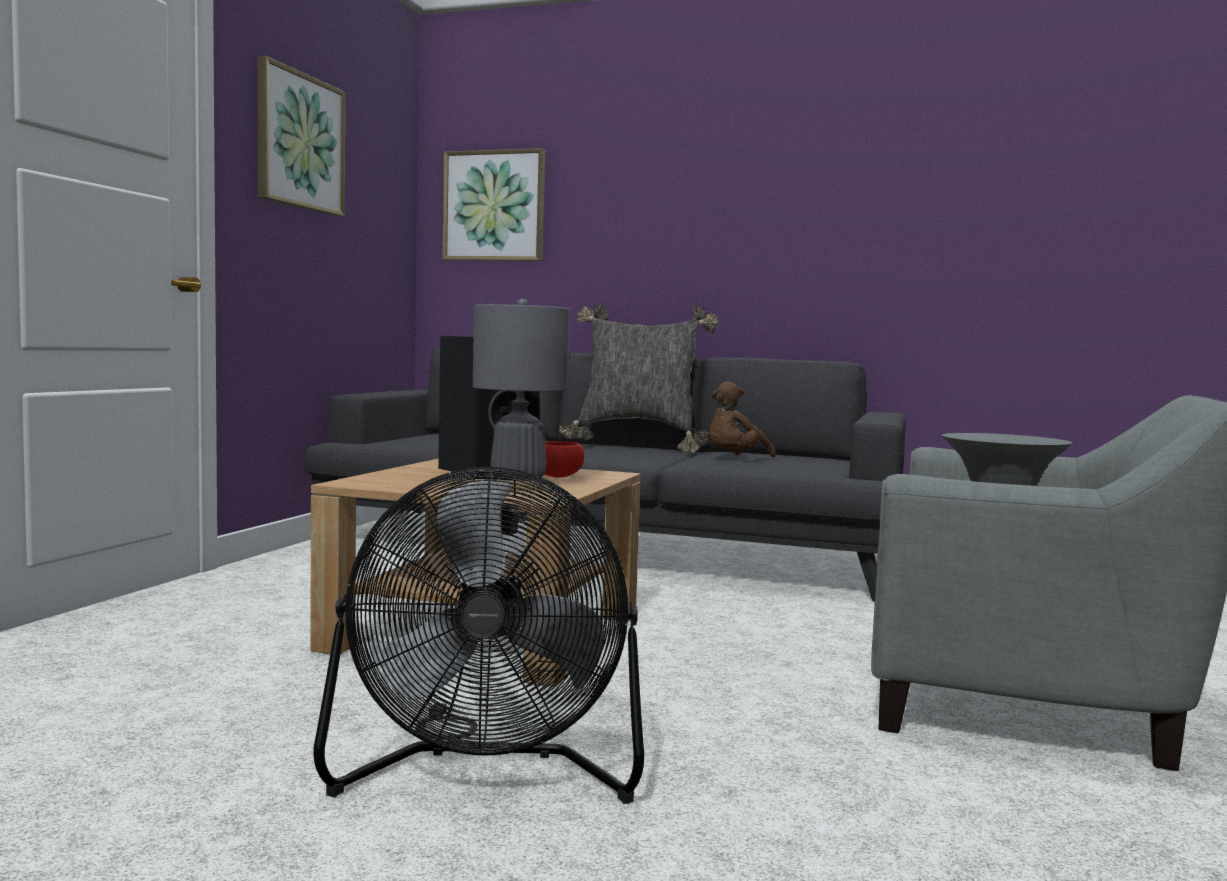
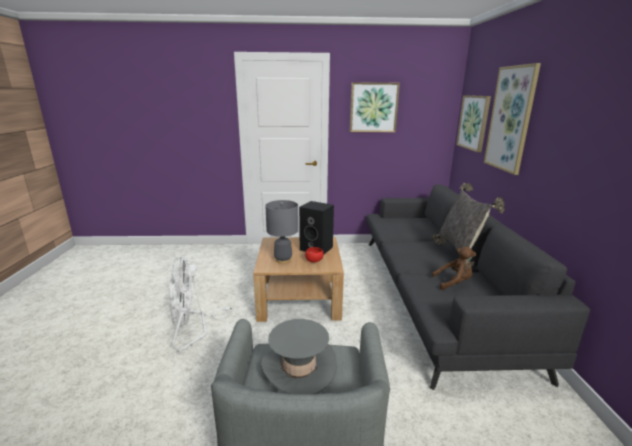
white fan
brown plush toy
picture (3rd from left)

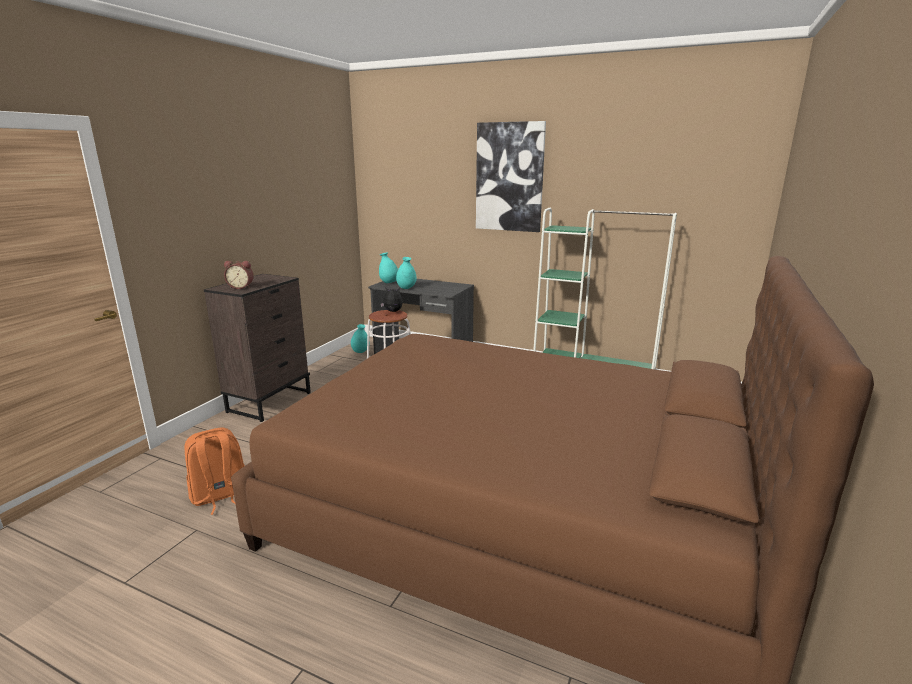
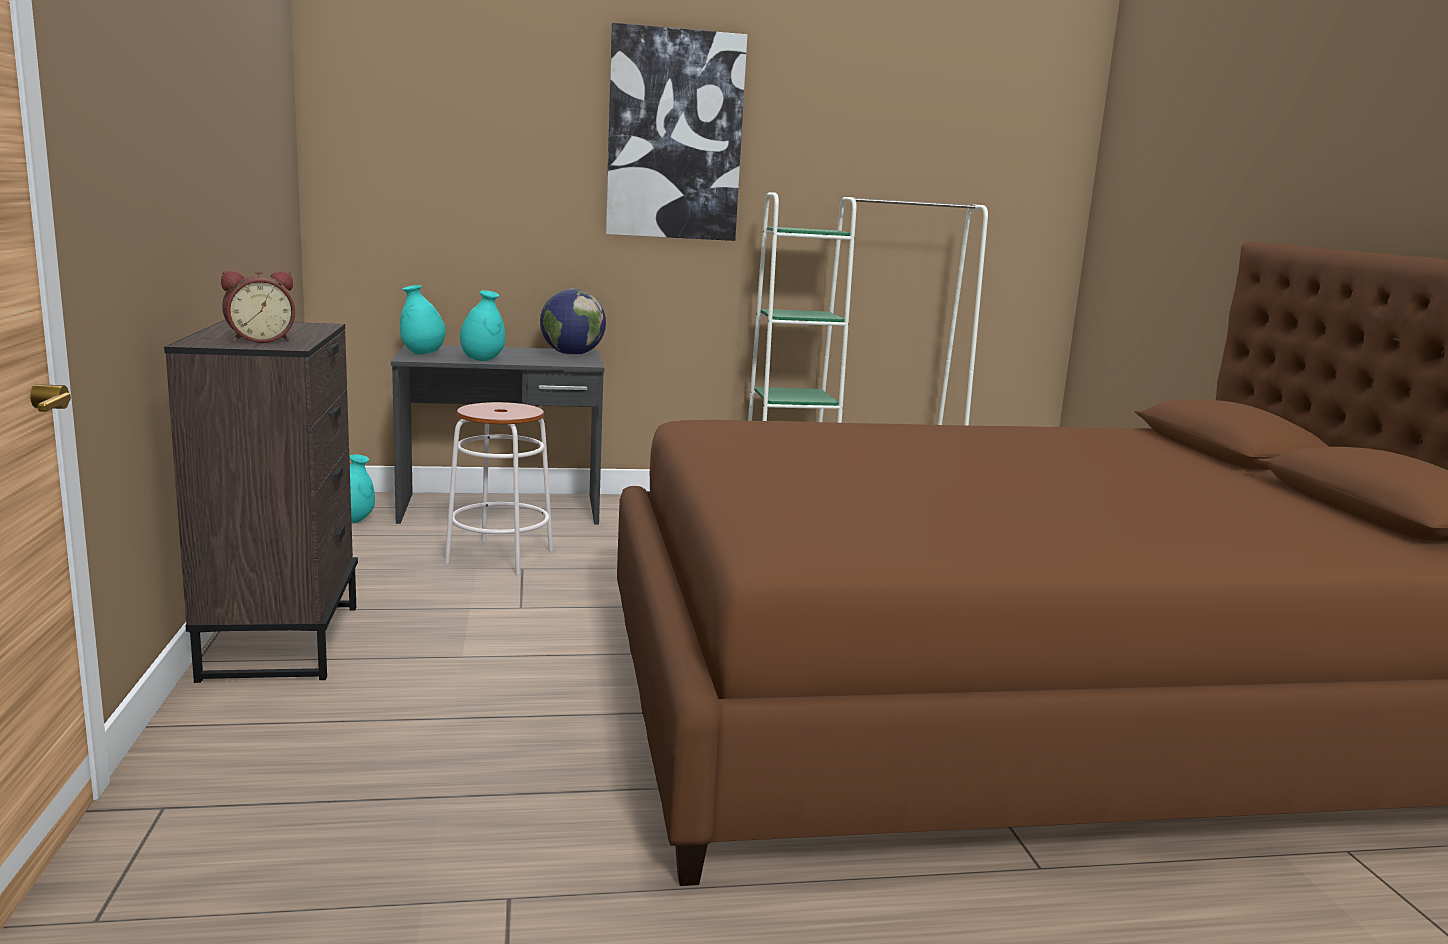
globe
orange backpack
plush toy

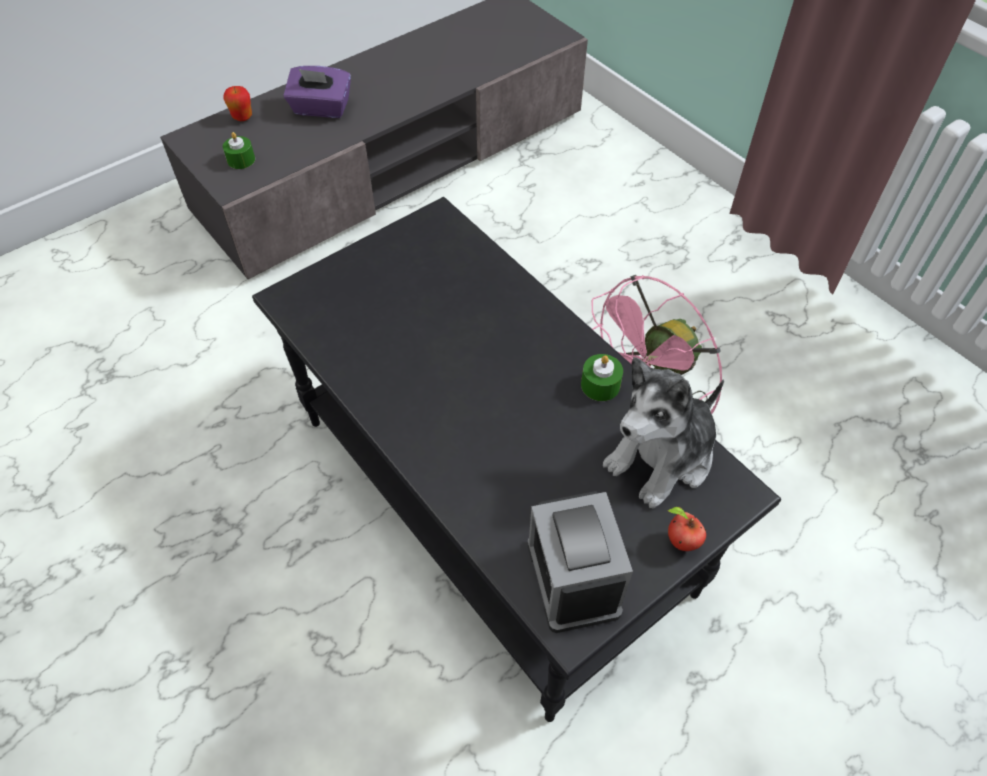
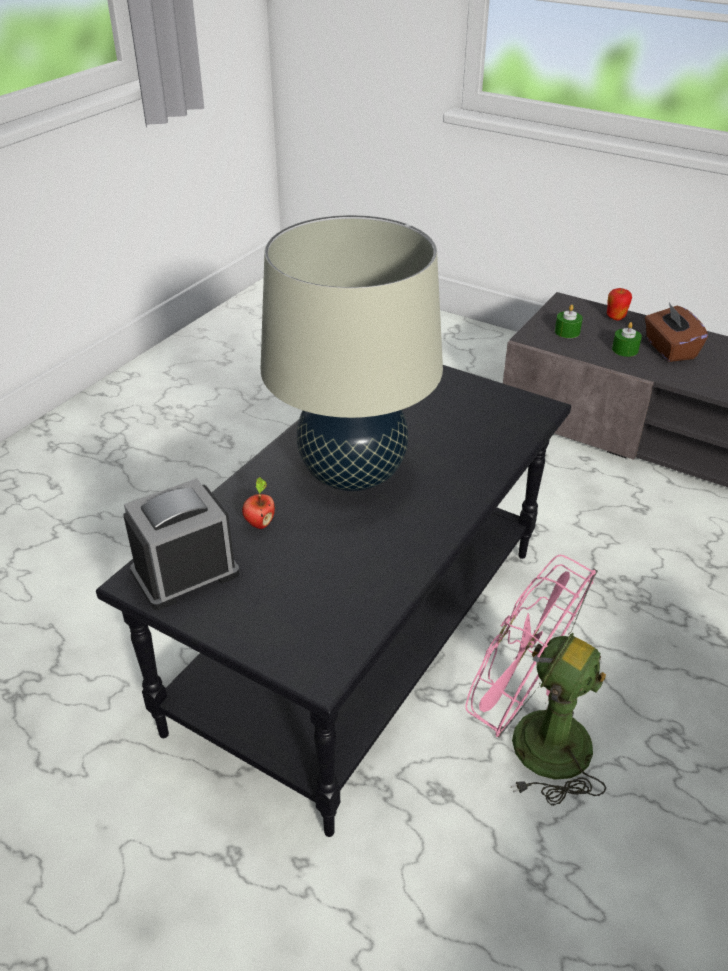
apple (1st from left)
beige table lamp
green candle (2nd from left)
brown tissue box
plush toy

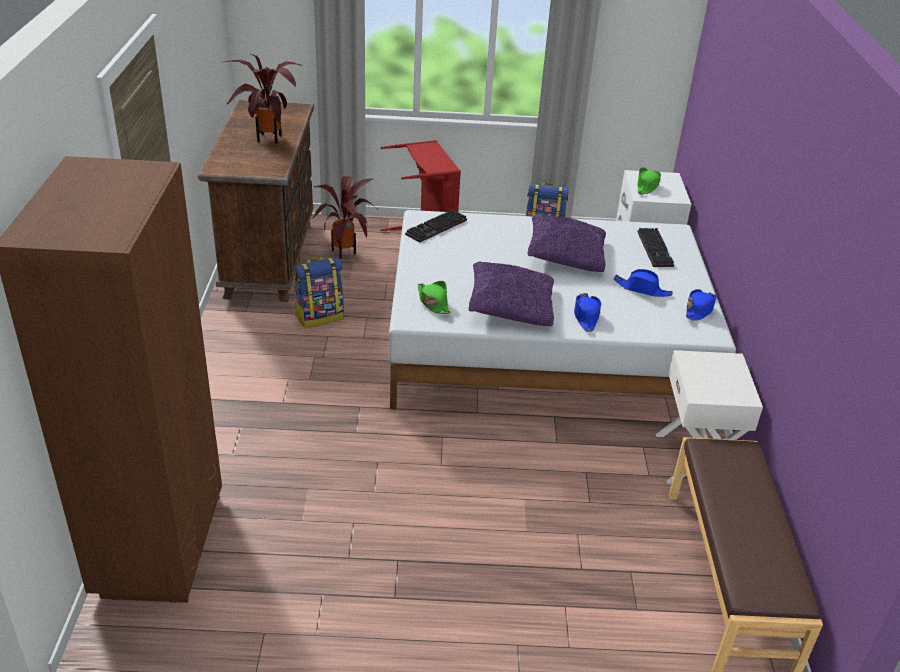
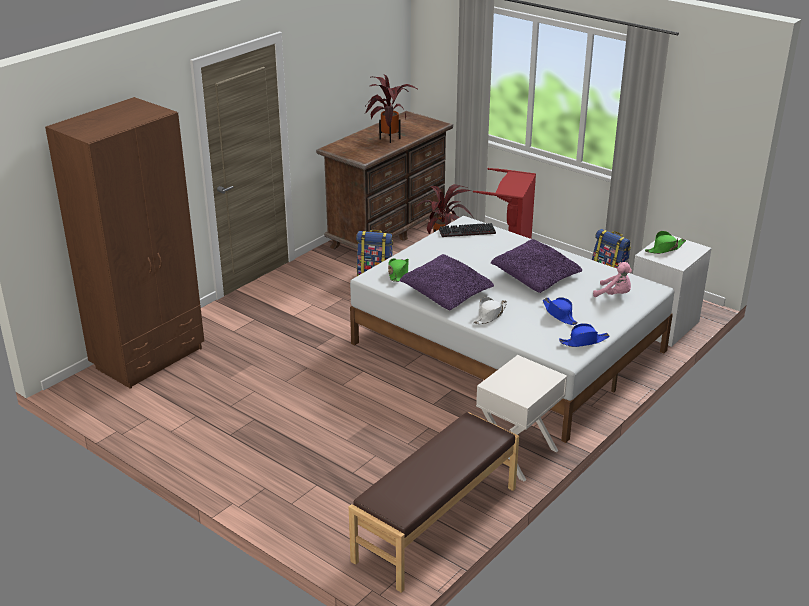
white hat
pink plush toy

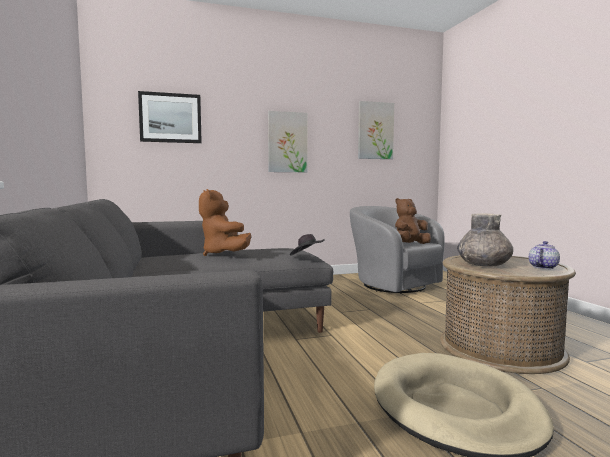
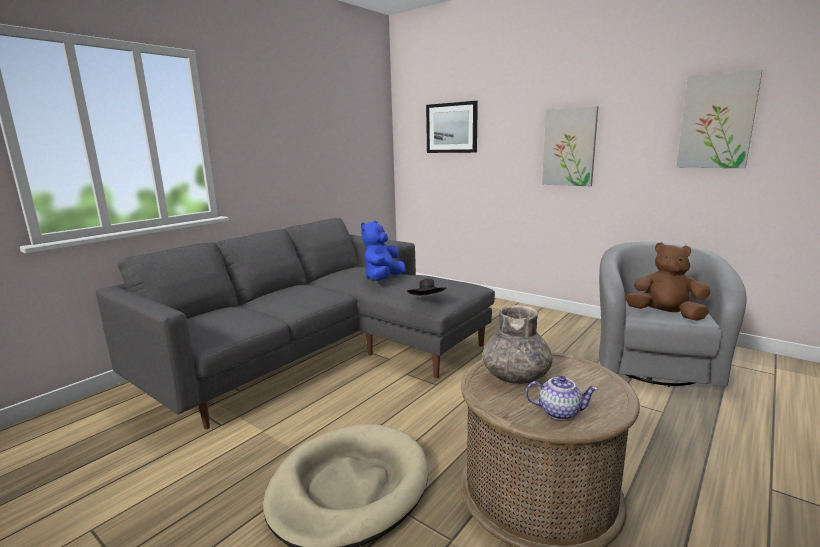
blue plush toy

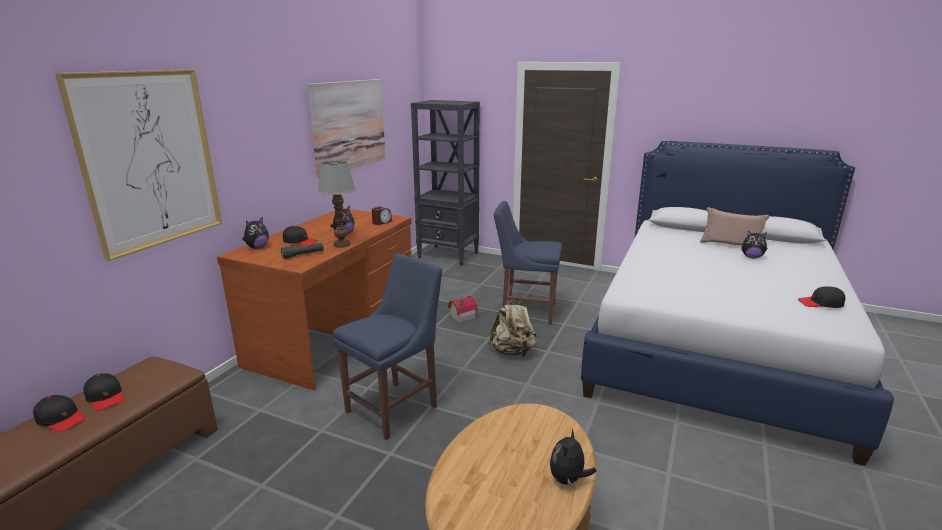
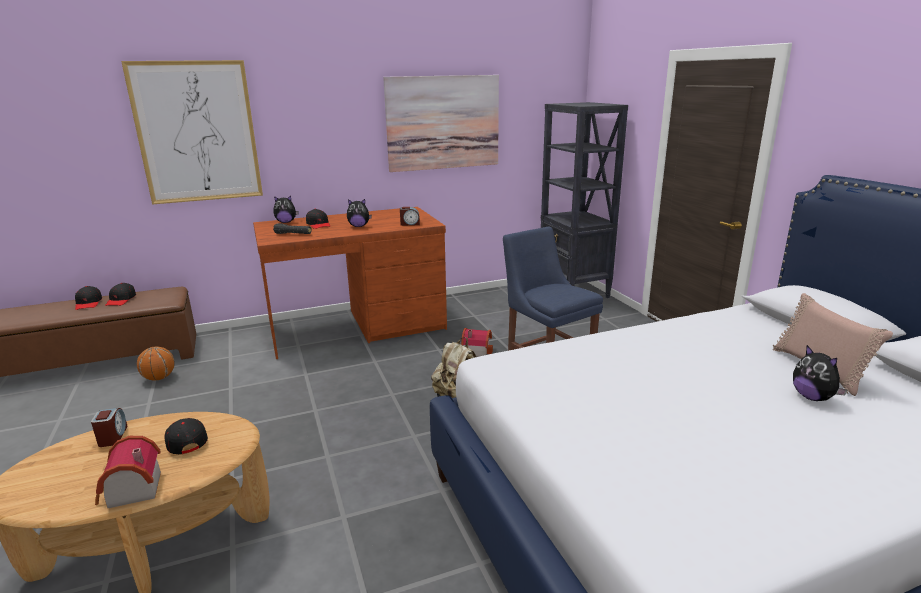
alarm clock (1st from left)
toy house (1st from left)
basketball
black cap (3rd from left)
table lamp
blue chair (1st from left in the first image)

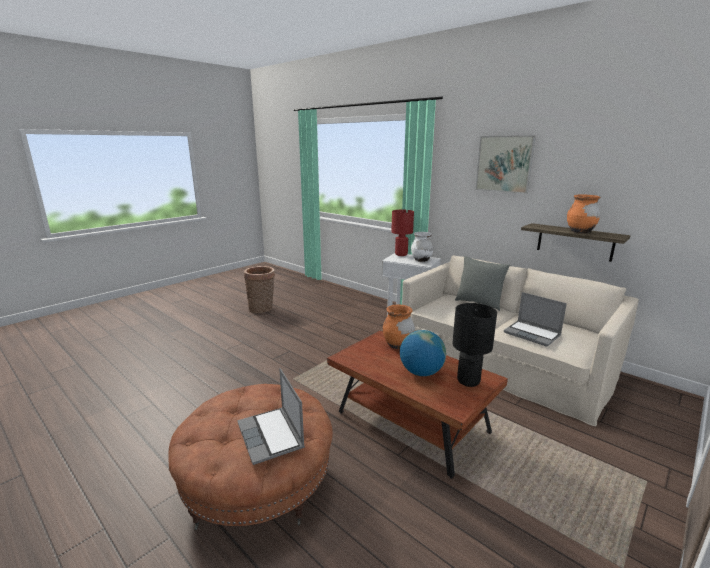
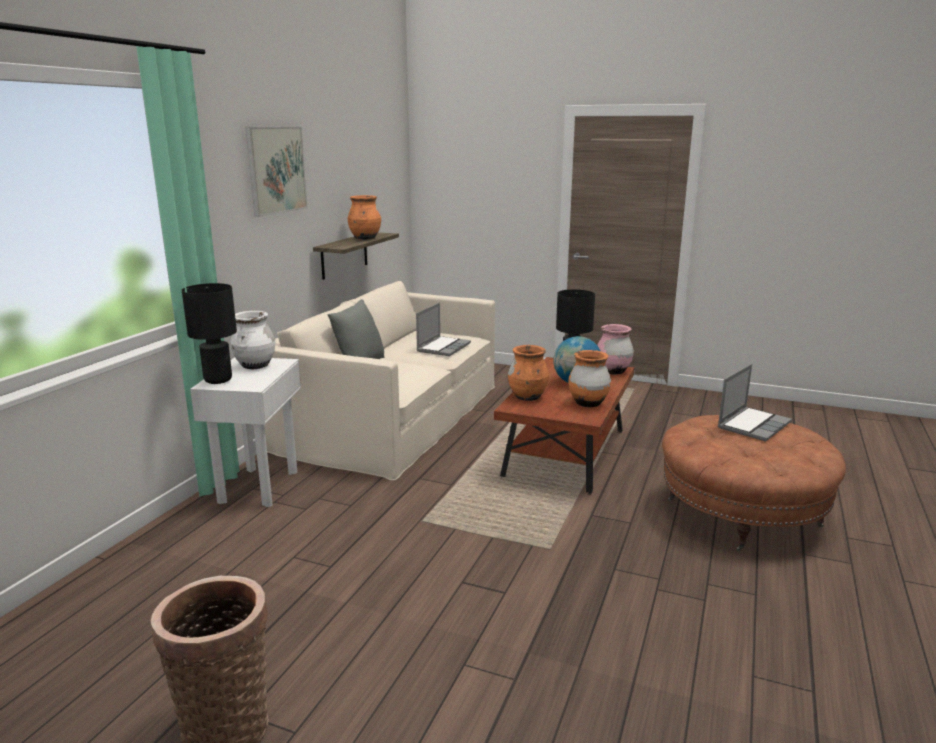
black table lamp (1st from left)
orange vase (3rd from left)
pink vase

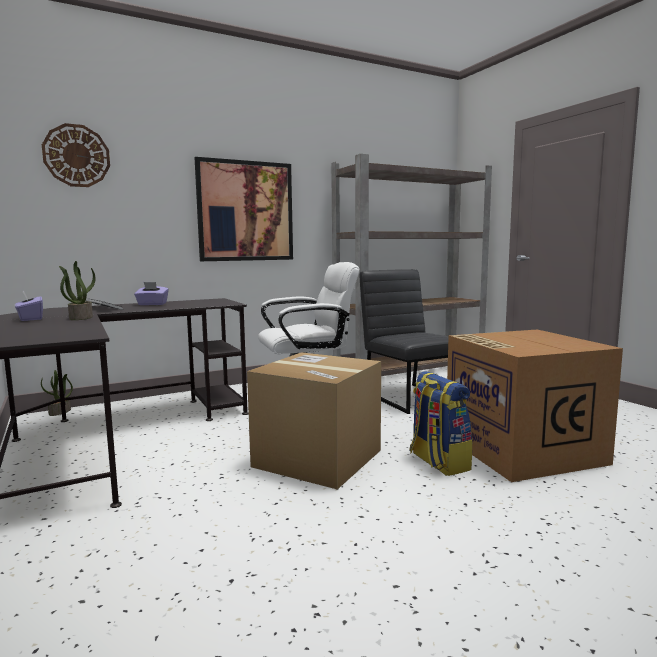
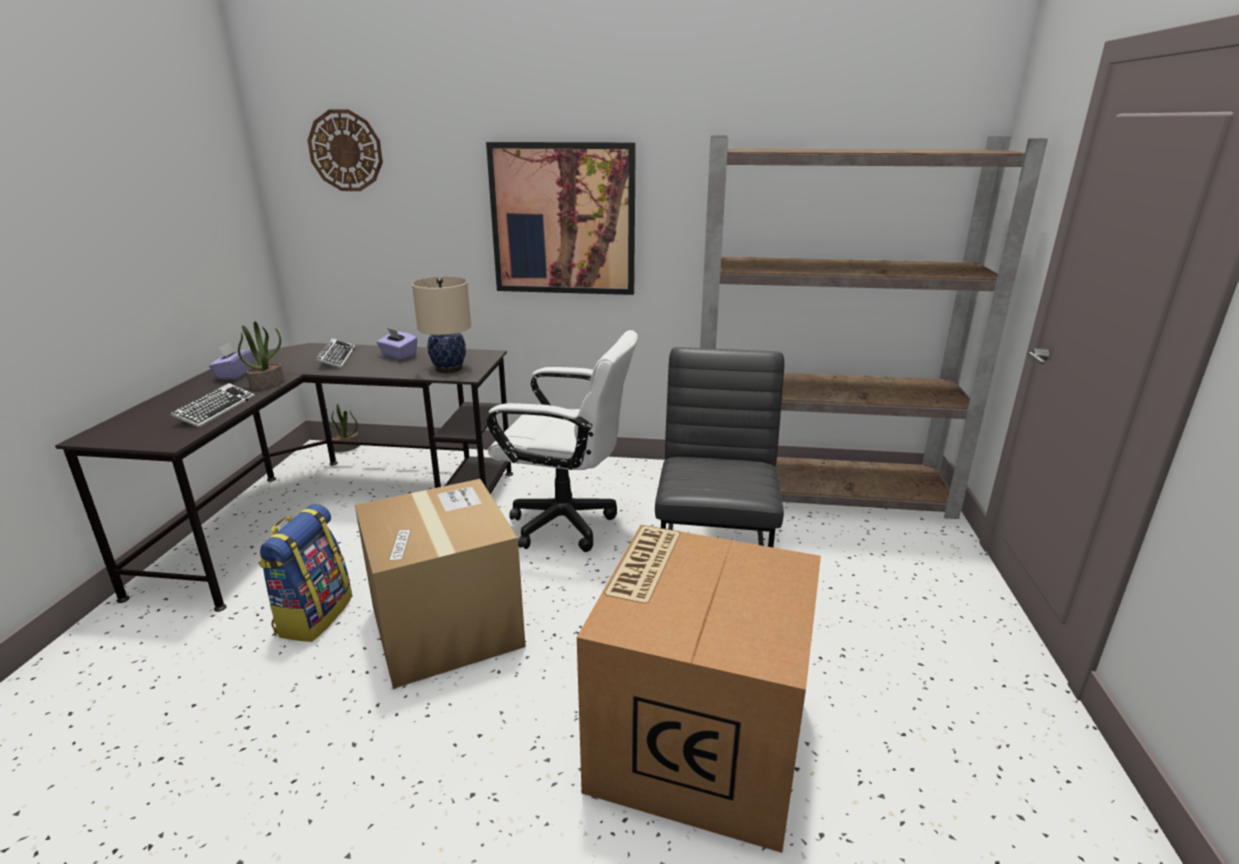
keyboard (1st from left)
backpack
beige table lamp

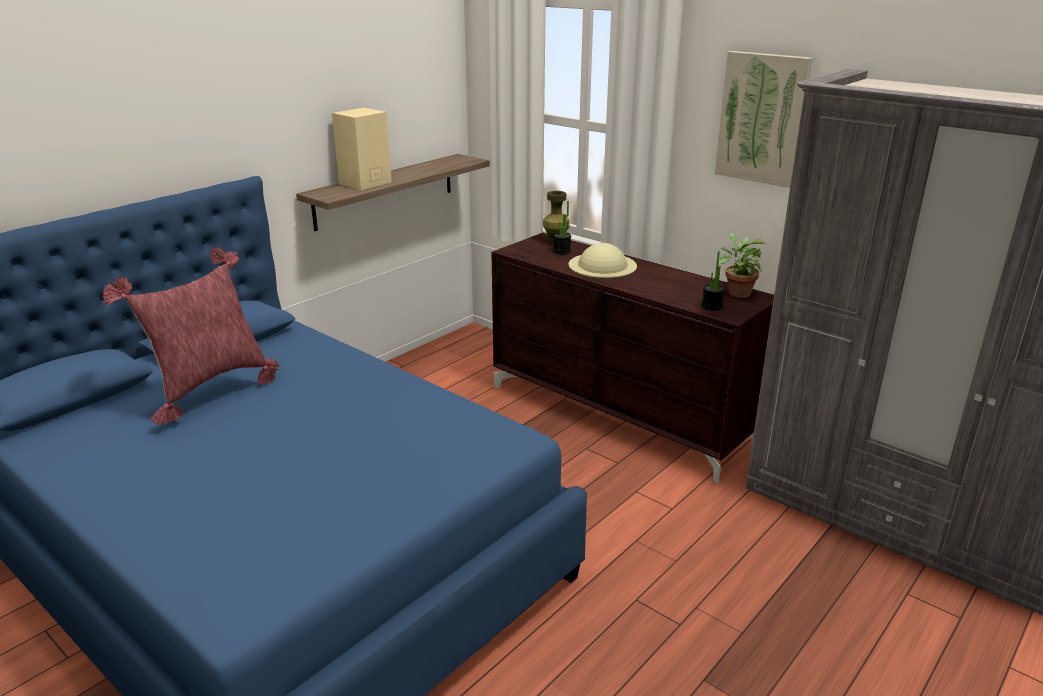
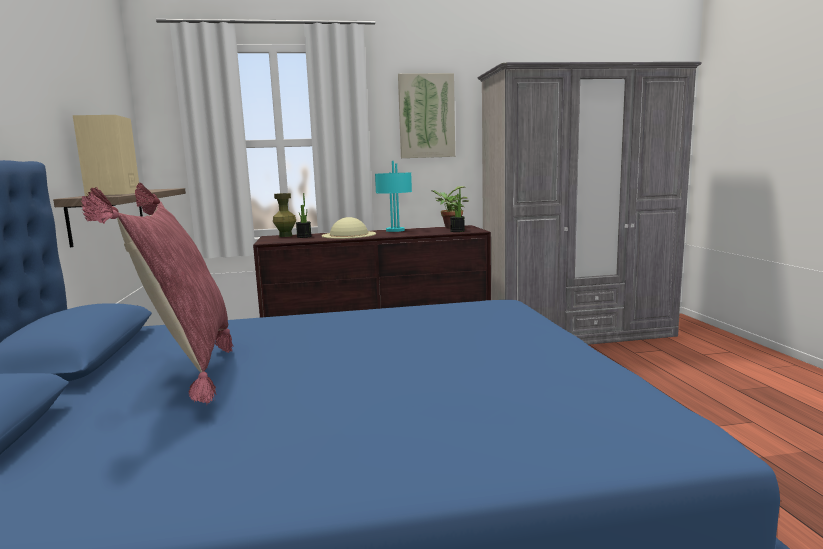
turquoise table lamp

